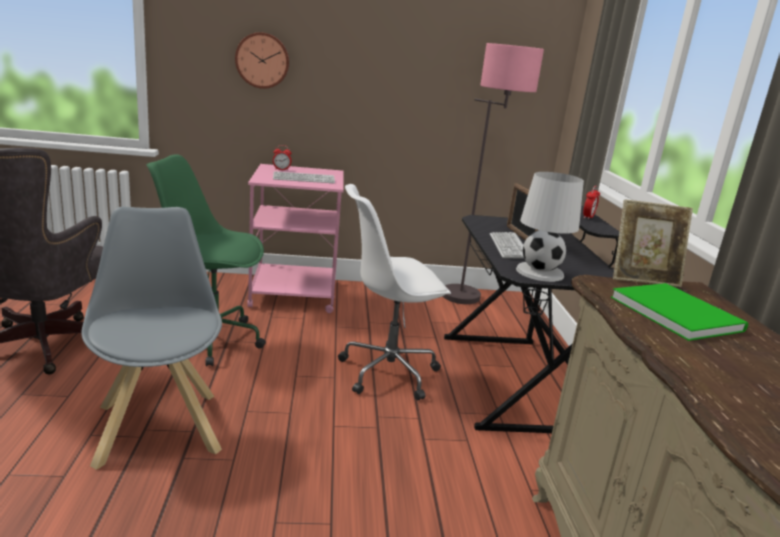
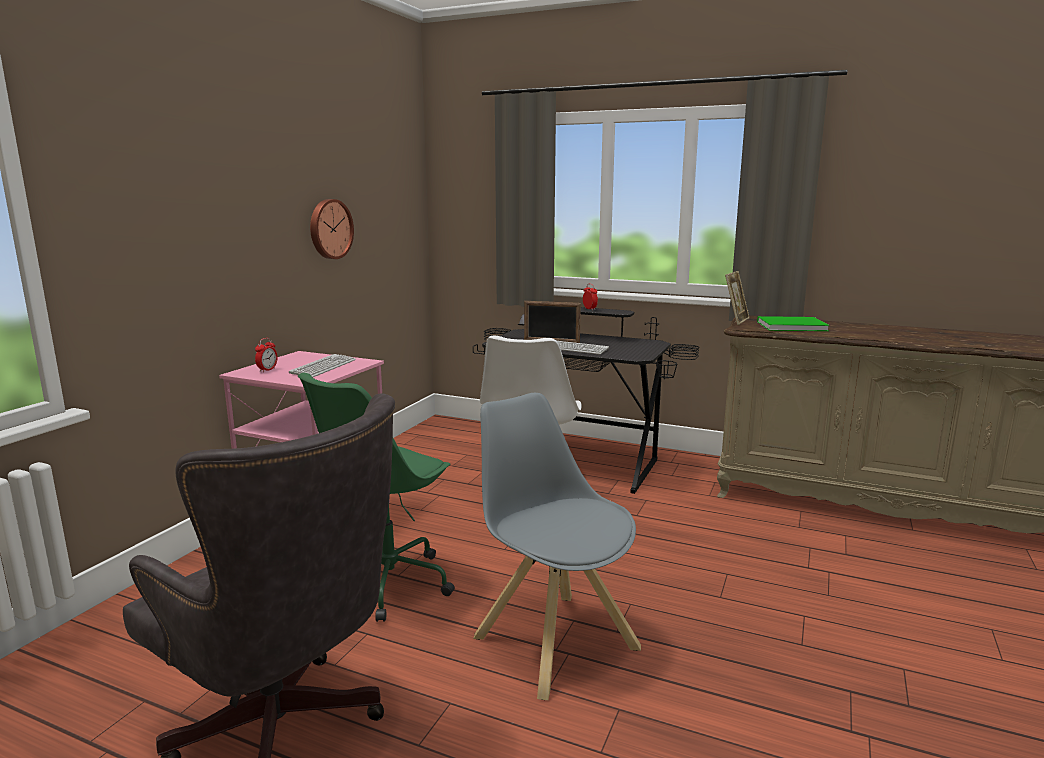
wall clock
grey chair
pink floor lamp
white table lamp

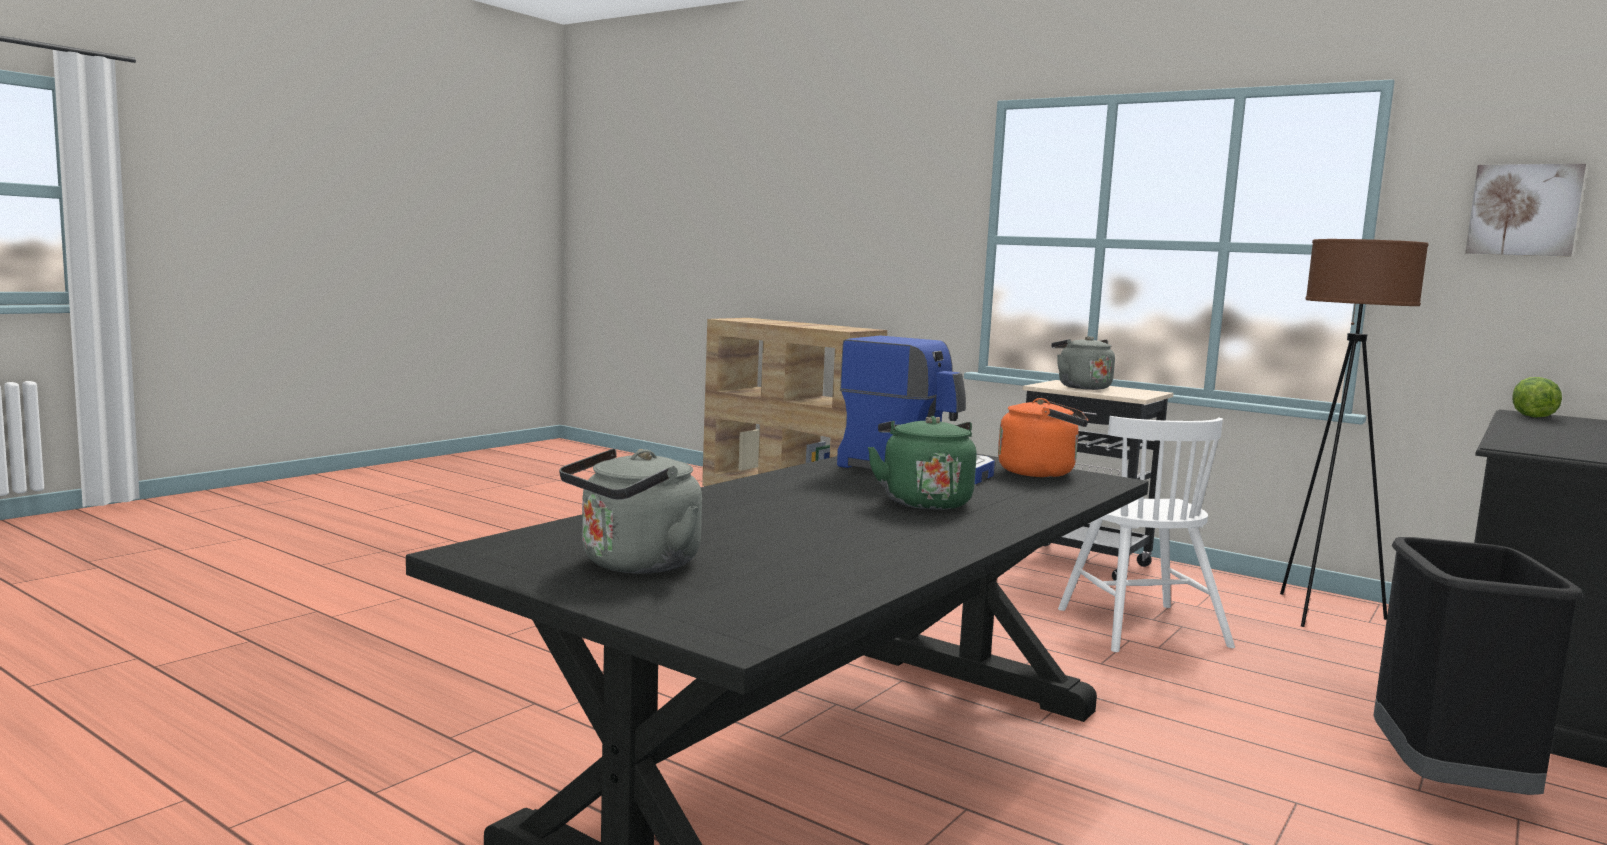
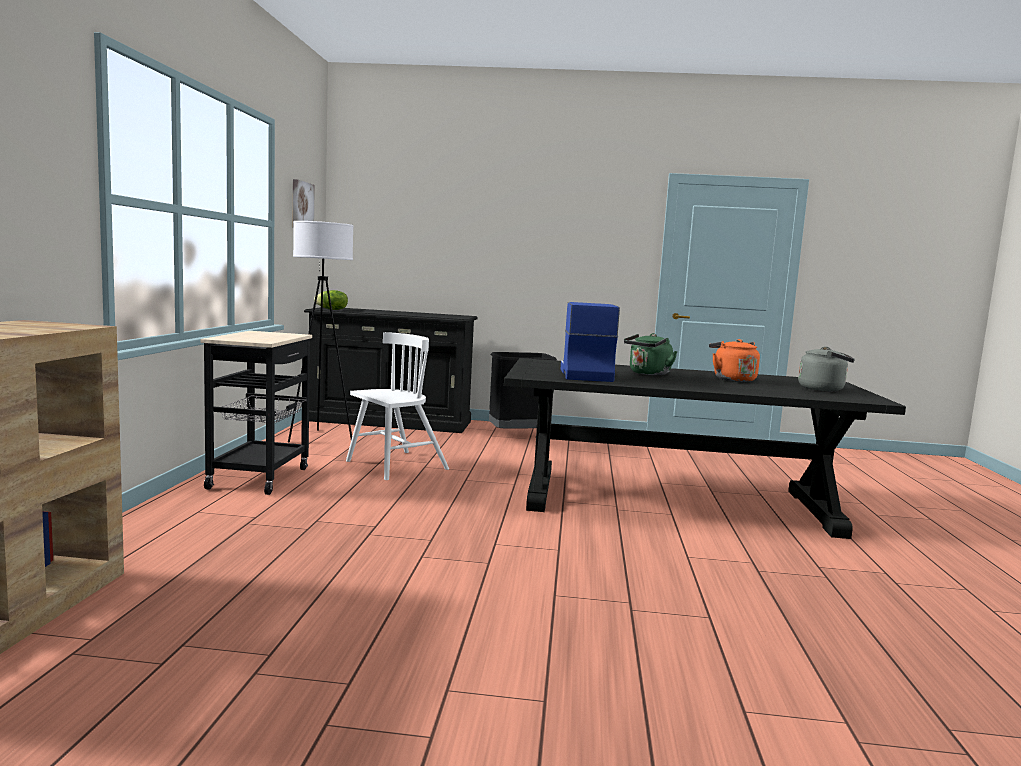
white floor lamp
orange kettle
grey kettle (2nd from left in the first image)

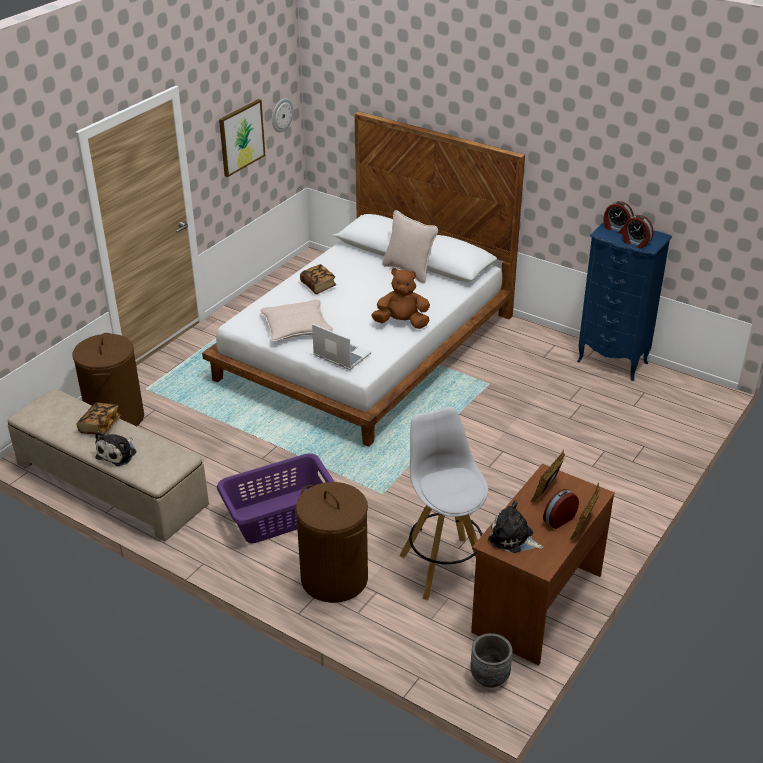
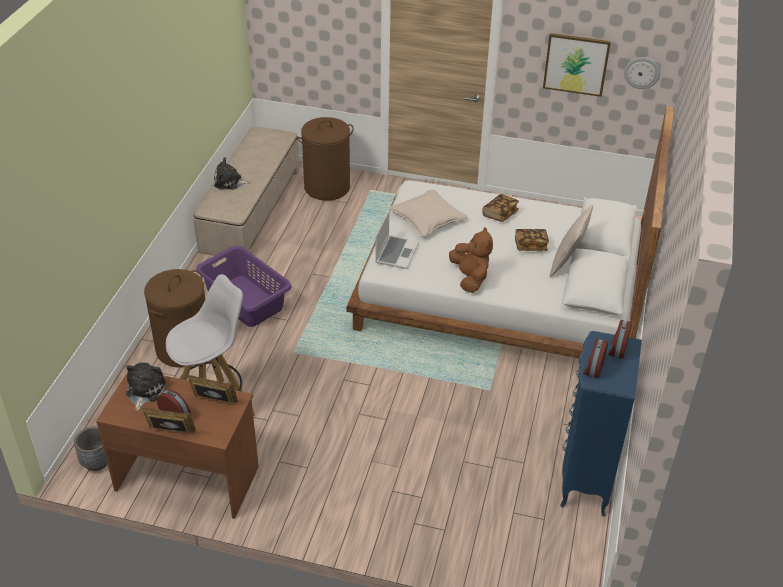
book (2nd from left)

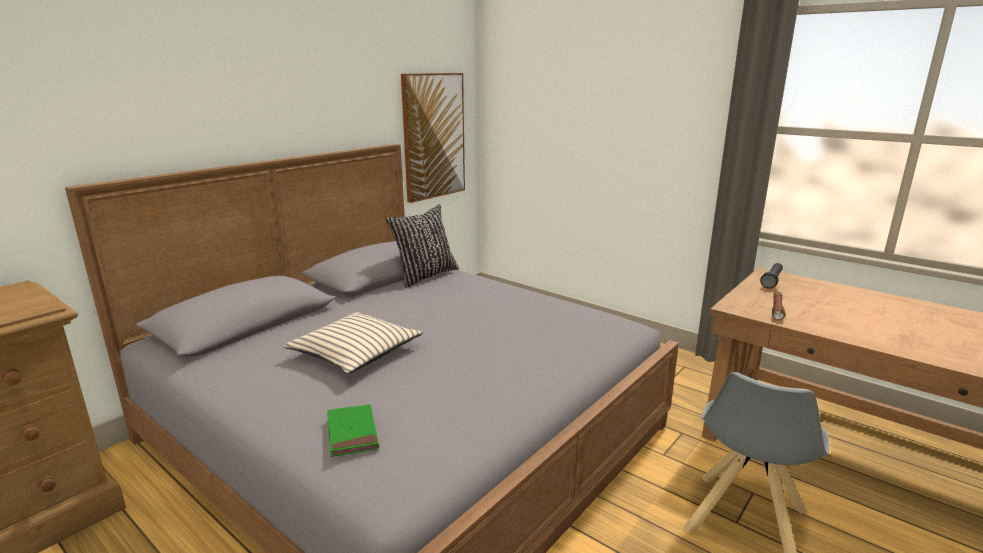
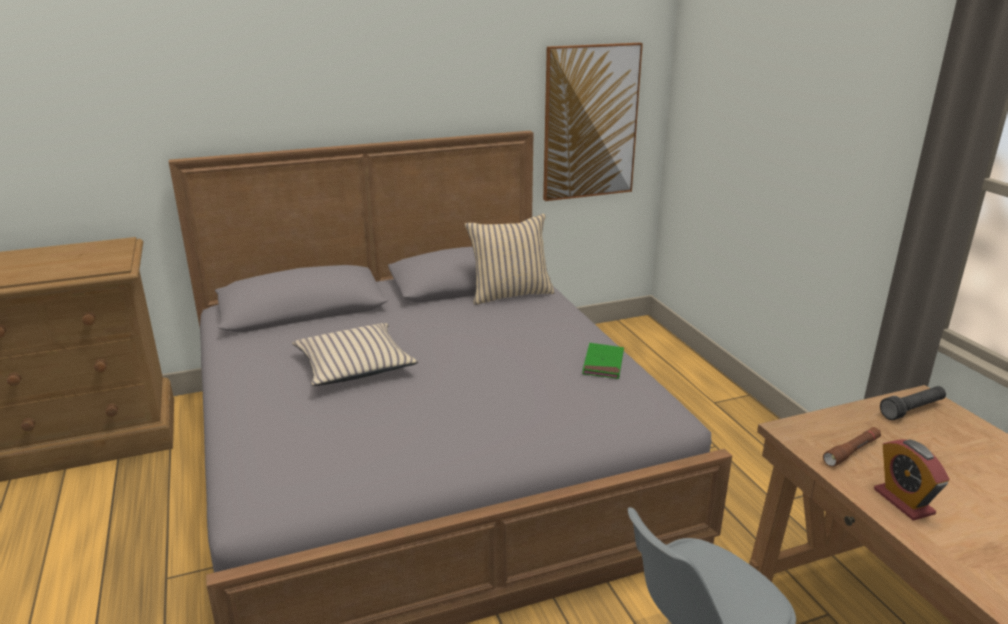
beige pillow (2nd from left)
green book
alarm clock

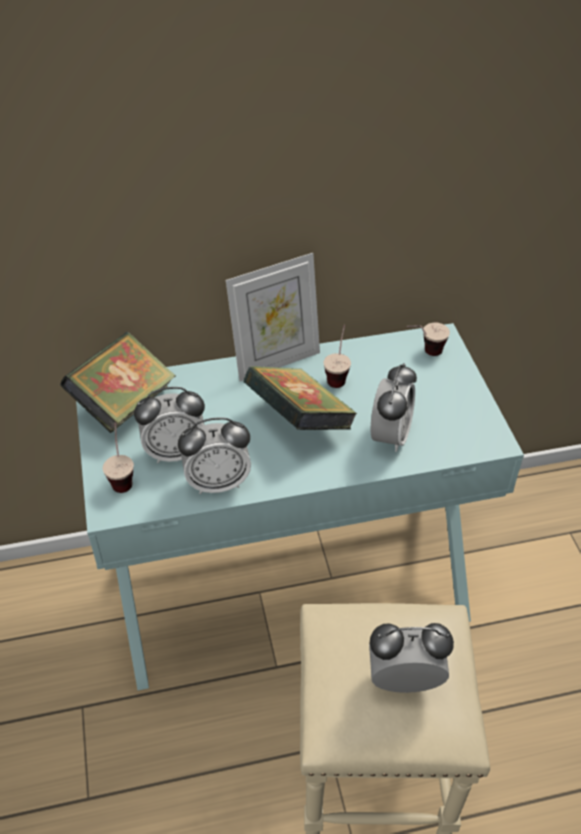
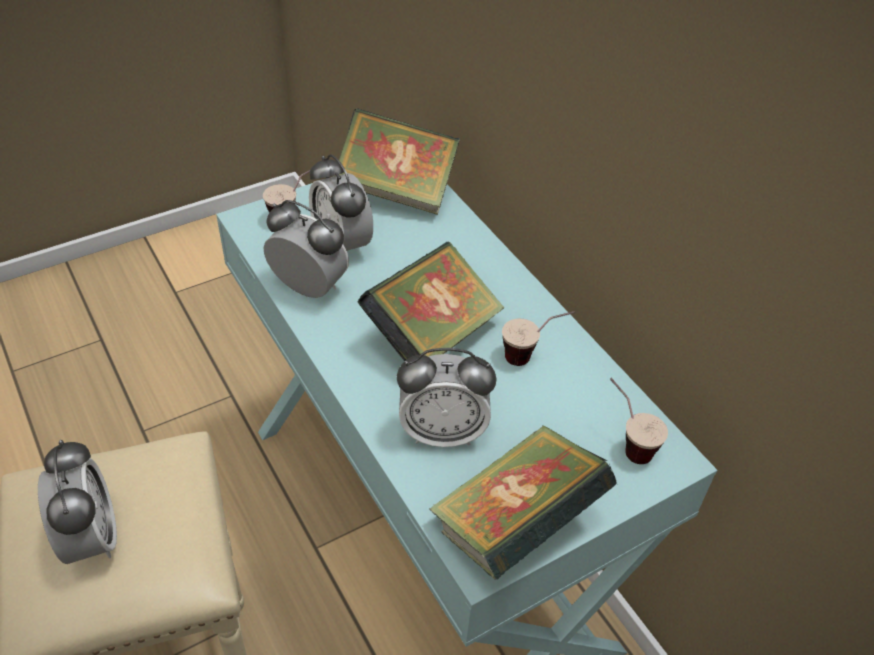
alarm clock (2nd from left)
book (3rd from left)
picture frame

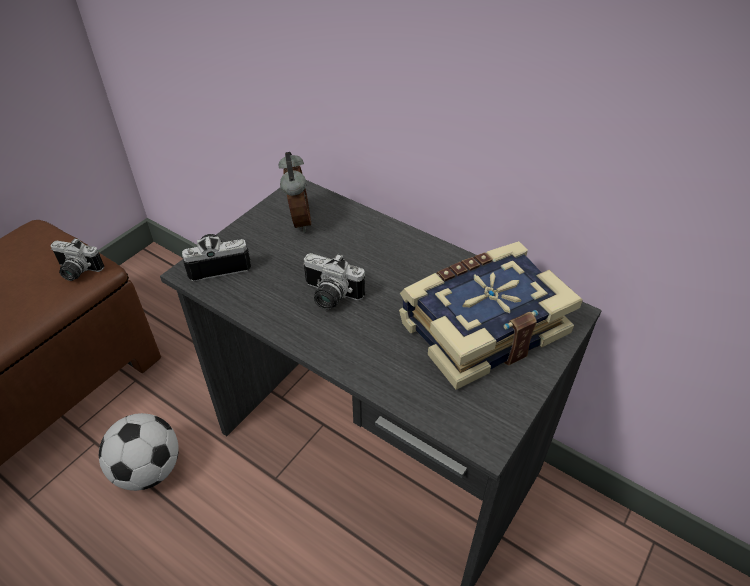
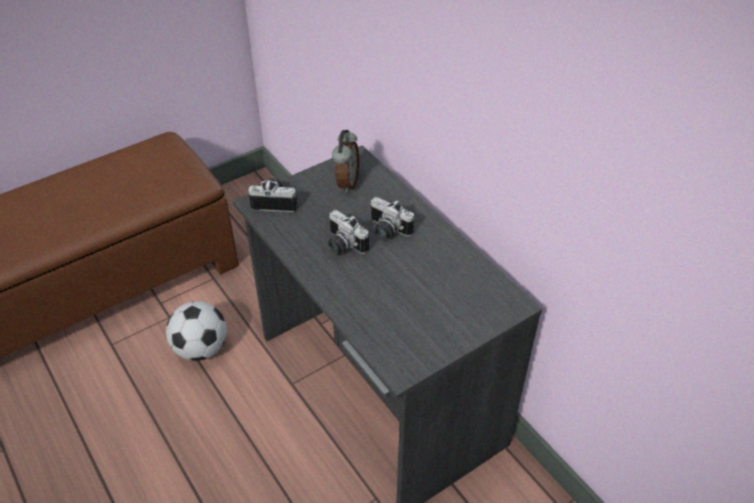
photo camera (3rd from left)
book

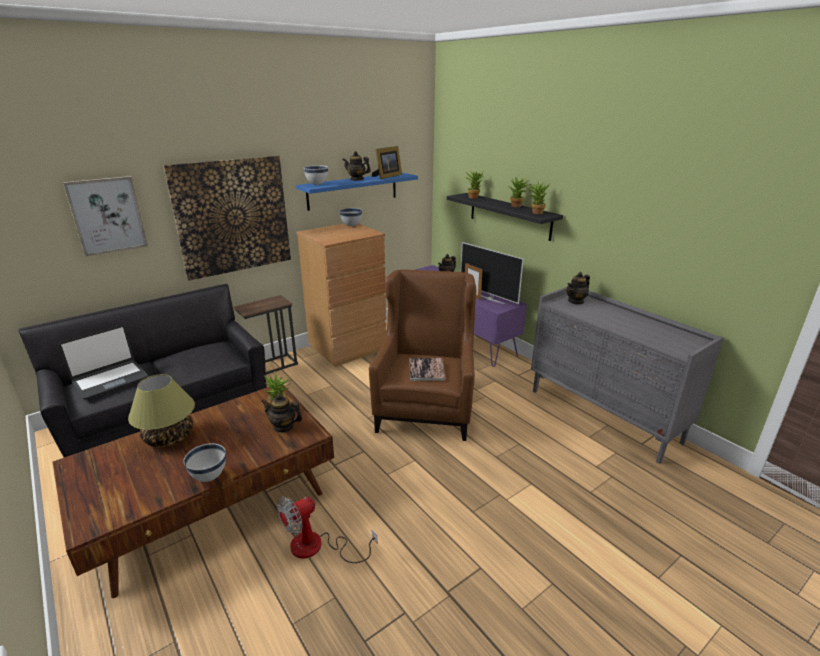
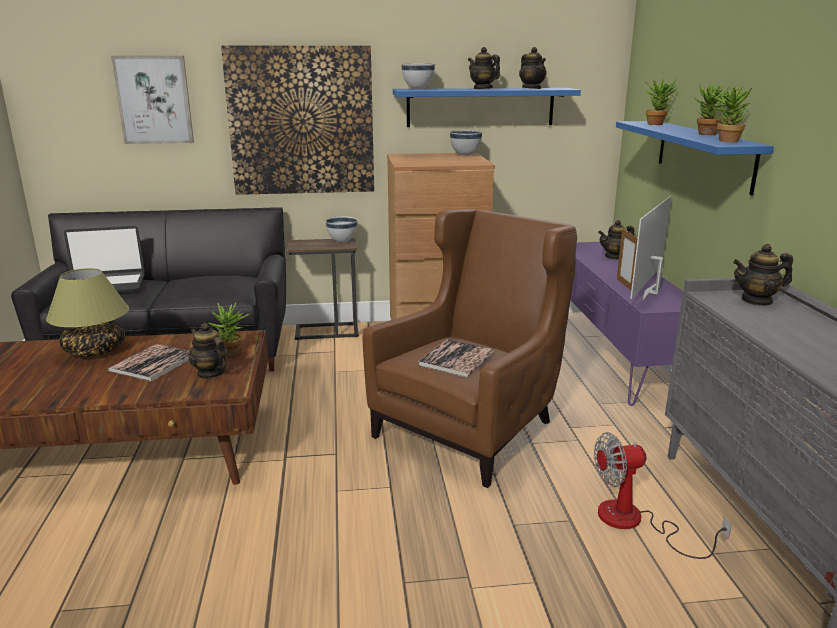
book (1st from left)
white bowl (1st from left)
teapot (3rd from left)
fan
blue shelf (2nd from left)
television

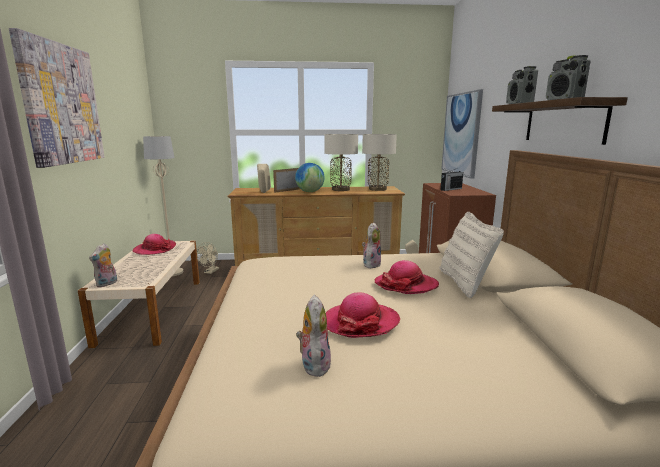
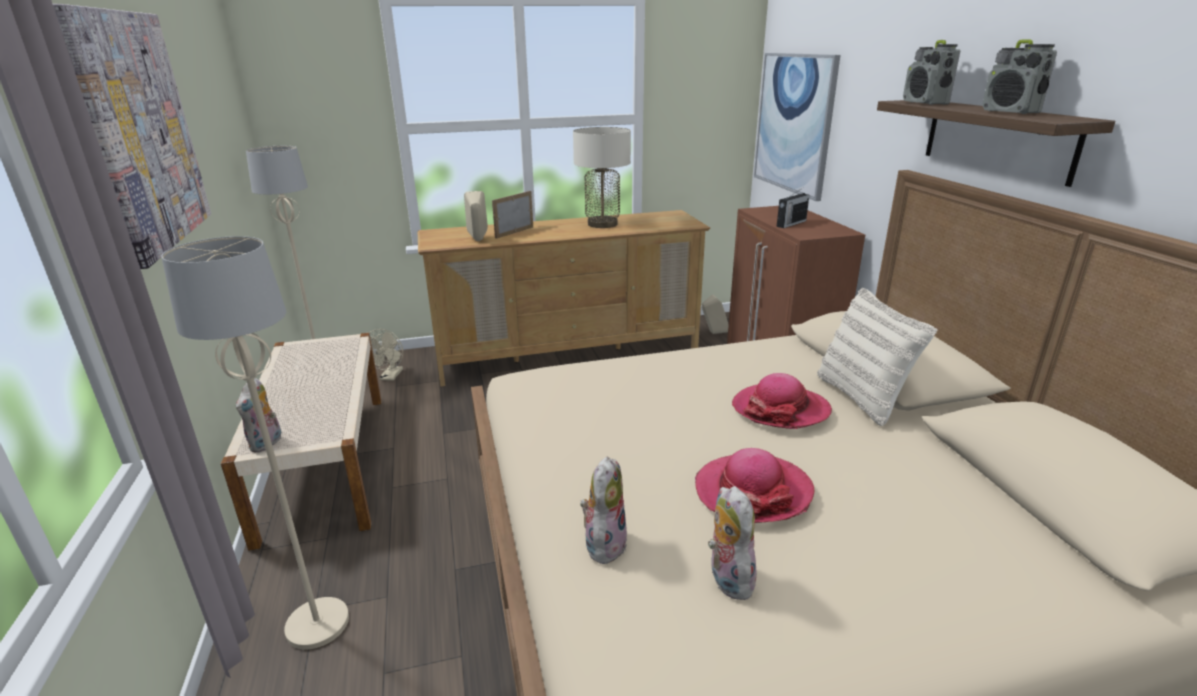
beige floor lamp (1st from left)
plush toy (2nd from left)
hat (1st from left in the first image)
globe
table lamp (2nd from left in the first image)

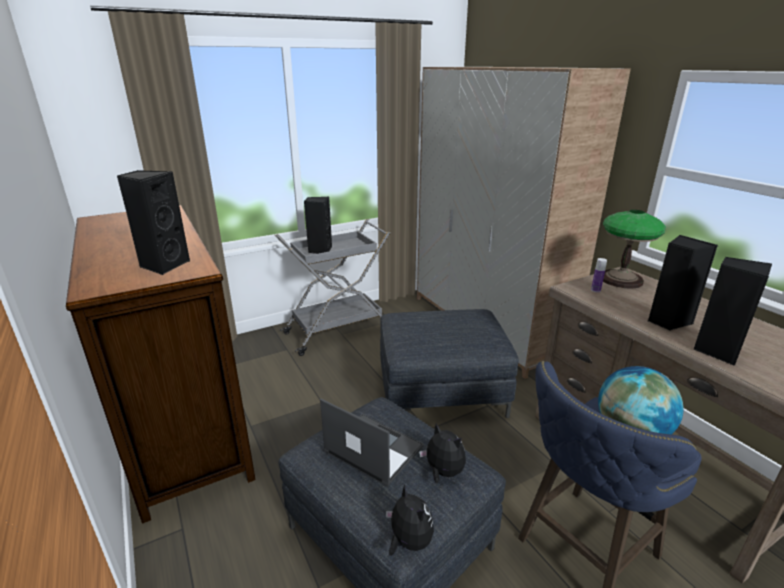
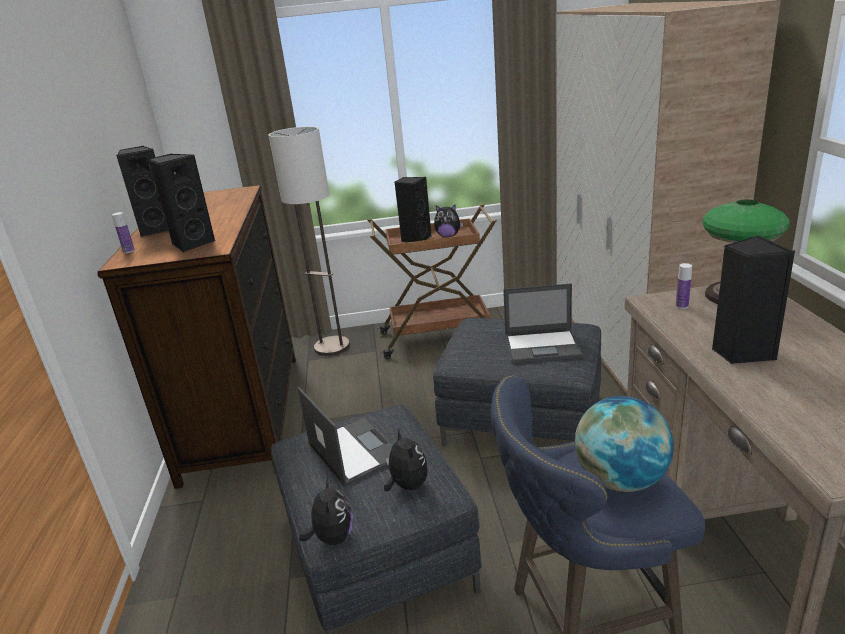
bottle (1st from left)
black speaker (1st from left)
floor lamp
brown cart
plush toy (3rd from left)
laptop (2nd from left)

